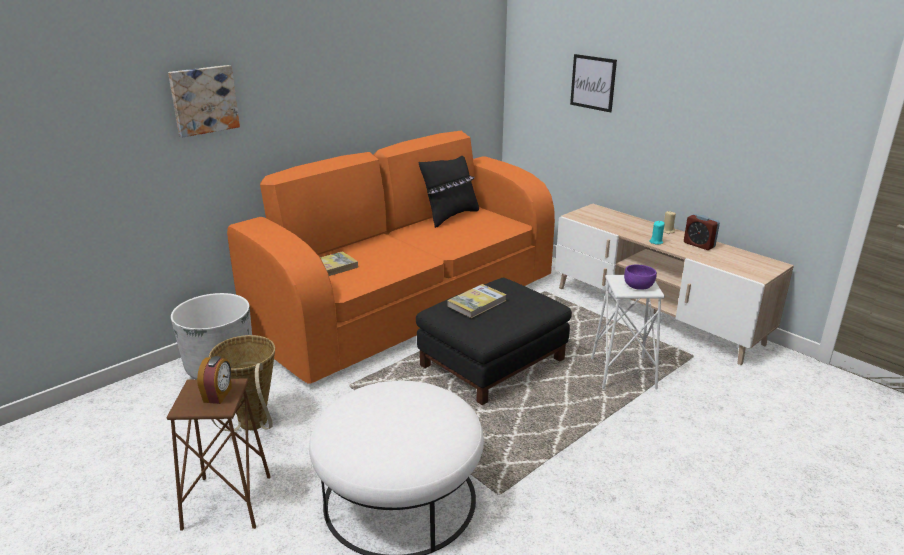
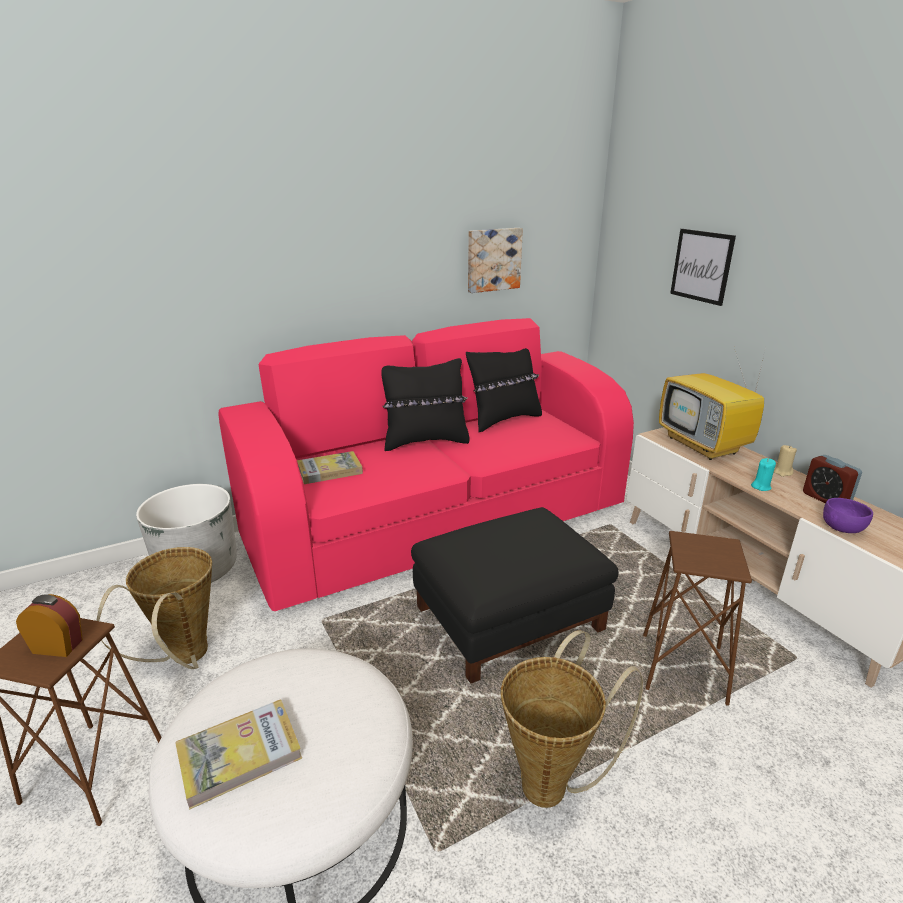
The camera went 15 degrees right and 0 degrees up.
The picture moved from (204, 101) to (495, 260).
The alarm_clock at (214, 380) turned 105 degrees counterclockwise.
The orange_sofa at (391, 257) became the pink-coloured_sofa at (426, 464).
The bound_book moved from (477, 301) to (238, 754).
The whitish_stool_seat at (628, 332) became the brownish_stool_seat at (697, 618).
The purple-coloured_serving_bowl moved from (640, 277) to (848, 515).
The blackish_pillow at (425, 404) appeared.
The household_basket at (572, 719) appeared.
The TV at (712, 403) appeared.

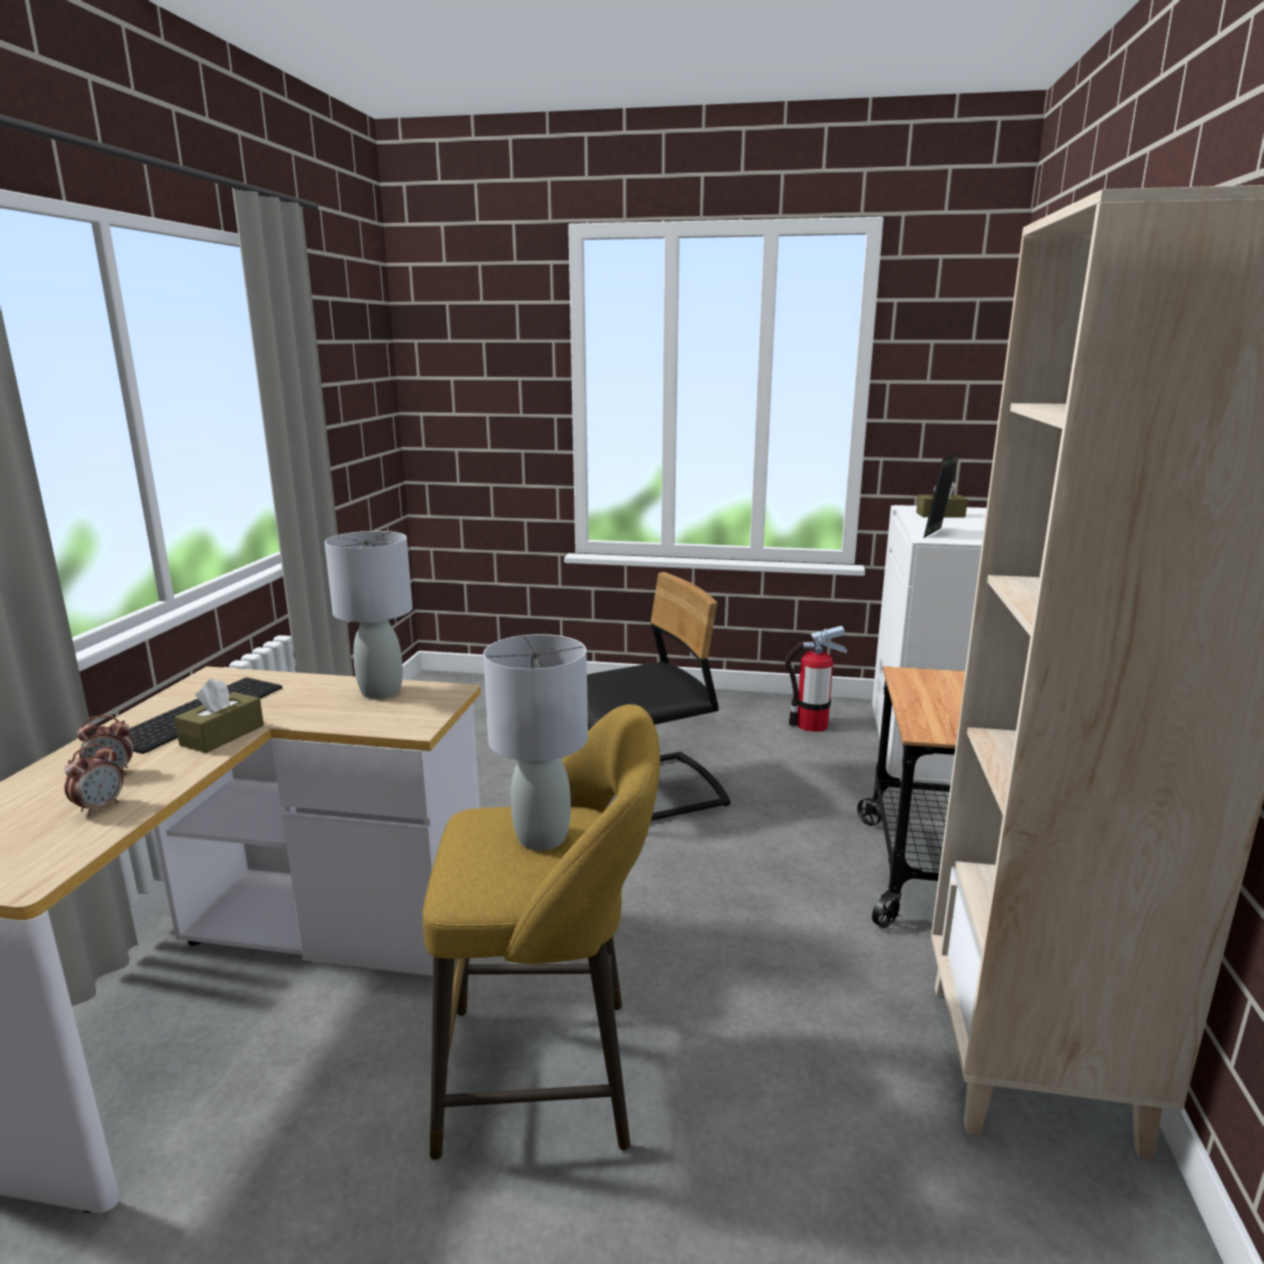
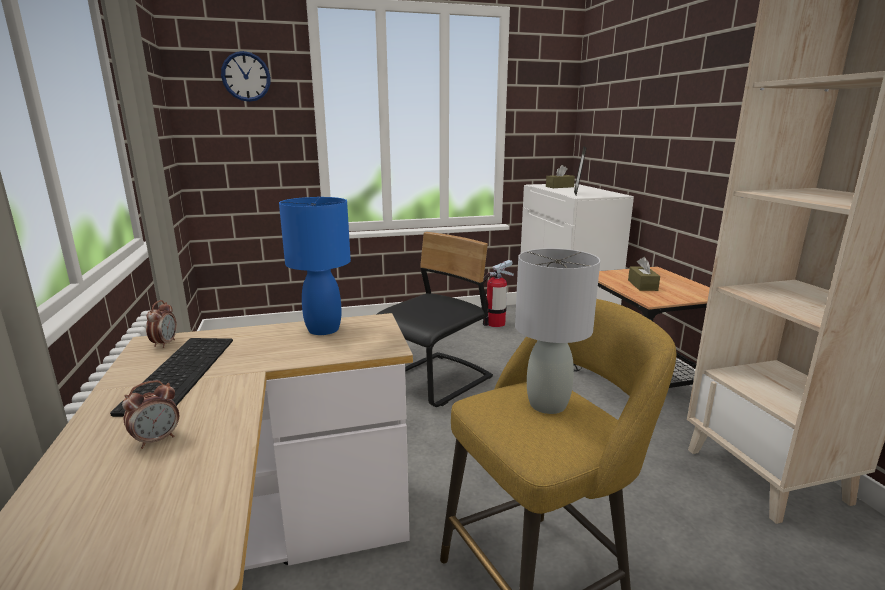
The camera went 25 degrees left and 0 degrees up.
The alarm_clock moved from (94, 779) to (161, 324).
The brownish_tissue_holder moved from (219, 715) to (644, 274).
The grey_lamp_for_a_table at (369, 615) became the blue_lamp_for_a_table at (315, 266).
The hanging_clock at (246, 76) appeared.

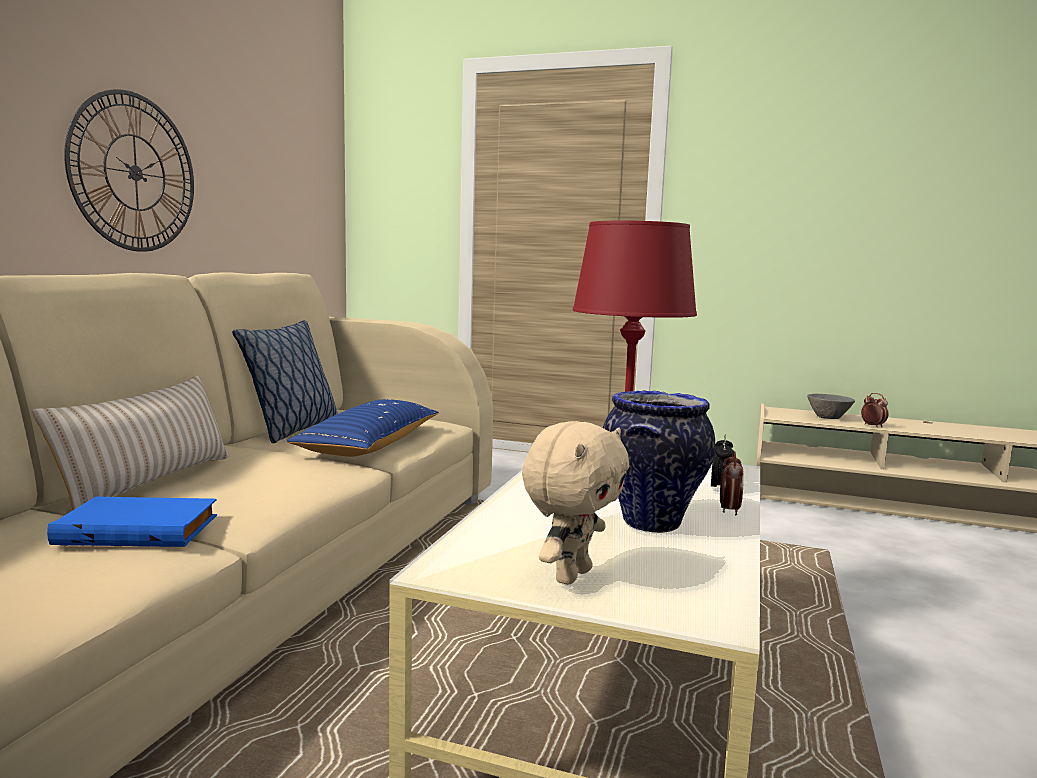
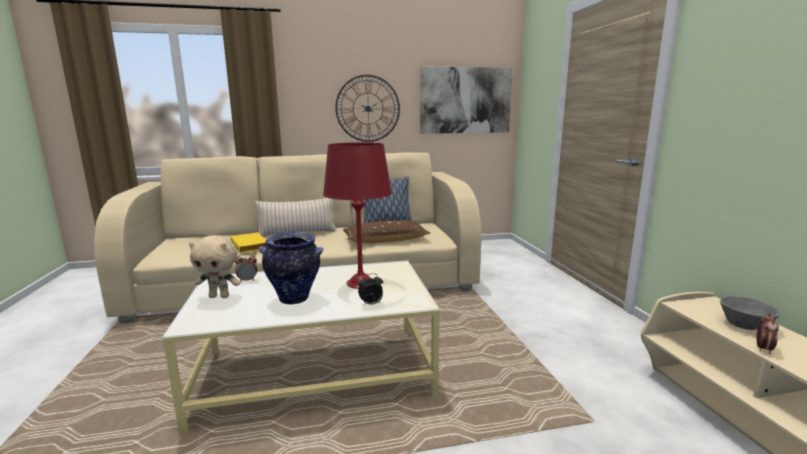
The camera went 60 degrees right and 5 degrees up.
The blue_bound_book at (132, 522) became the yellow-coloured_bound_book at (248, 242).
The blue_pillow at (363, 428) became the brownish_pillow at (386, 231).
The alarm_clock moved from (732, 483) to (246, 267).
The picture at (466, 100) appeared.

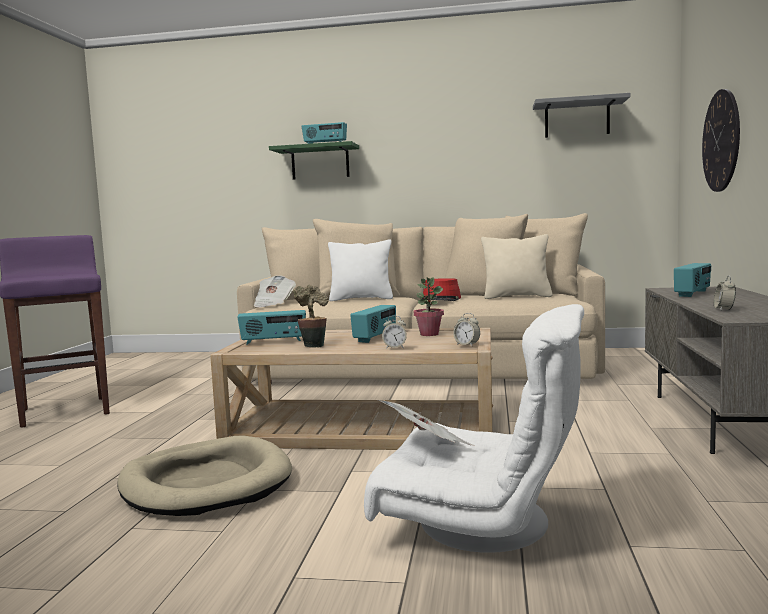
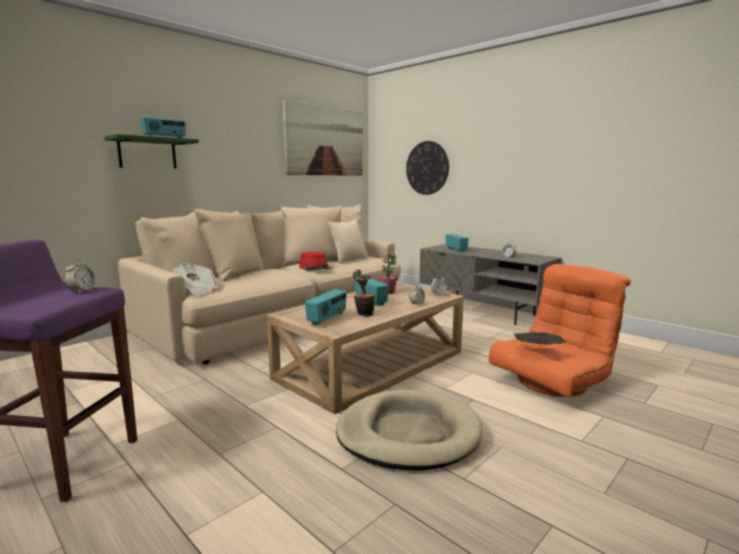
The camera went 55 degrees left and 5 degrees up.
The whitish_pillow at (360, 270) disappeared.
The whitish_armchair at (474, 428) became the orange_armchair at (560, 330).
The grey_bracket_shelf at (582, 115) was replaced by the picture at (323, 138).
The alarm_clock at (79, 276) appeared.

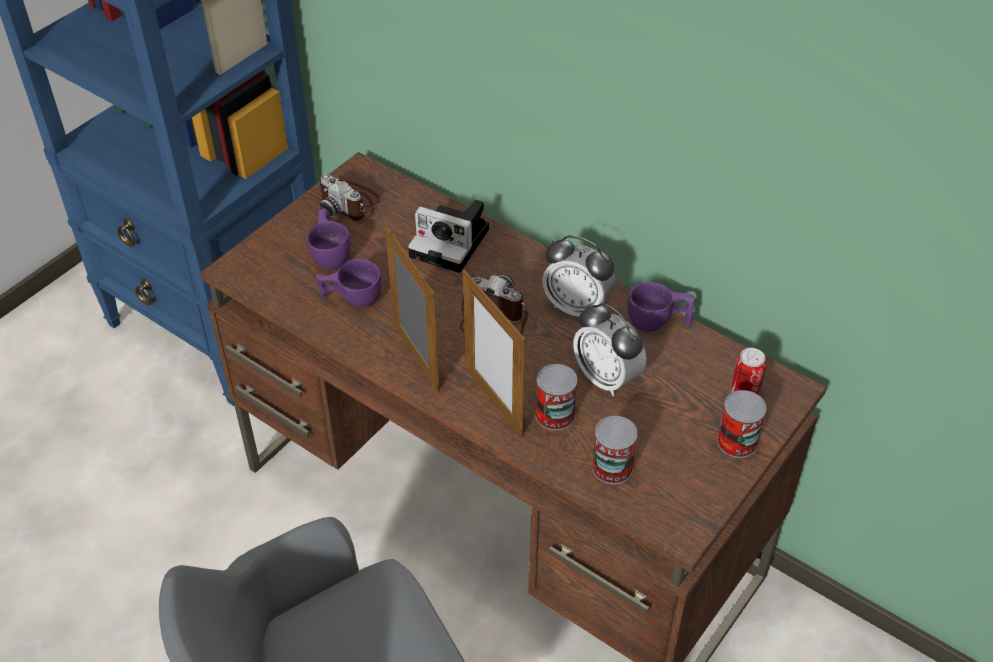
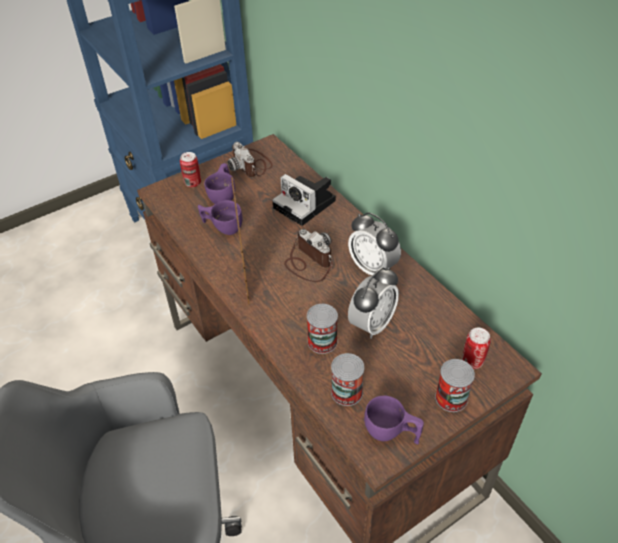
The camera went 20 degrees right and 0 degrees up.
The standing_frame at (494, 353) disappeared.
The alarm_clock at (610, 349) turned 120 degrees counterclockwise.
The purple-coloured_drinking_cup moved from (661, 307) to (394, 419).
The metal_can at (190, 169) appeared.

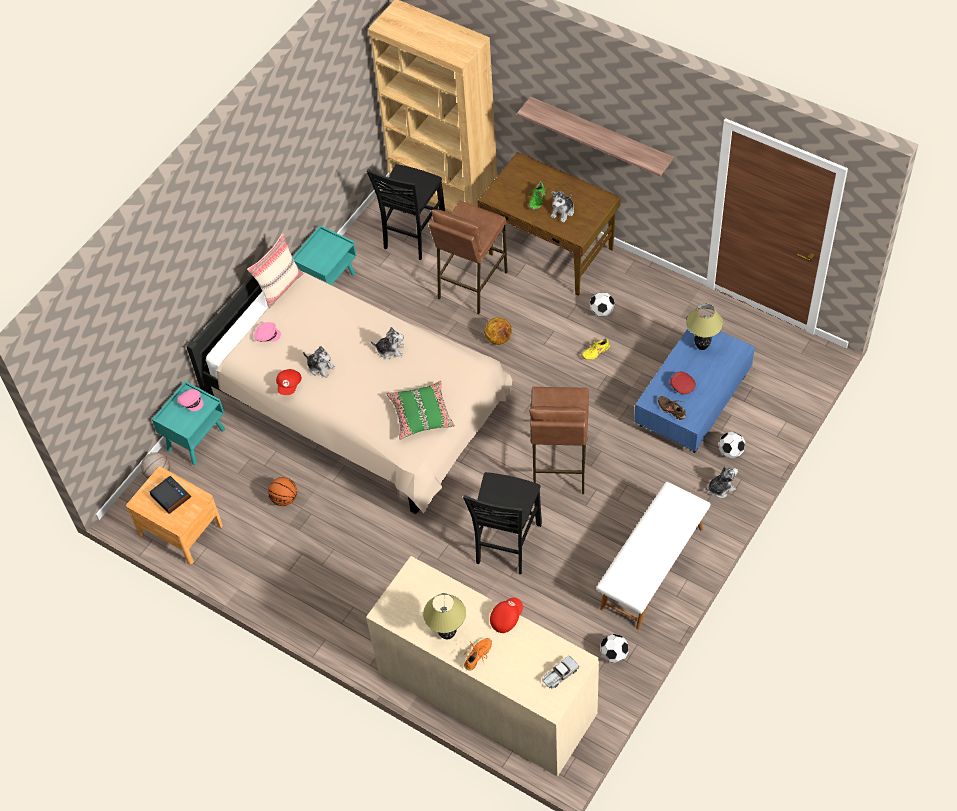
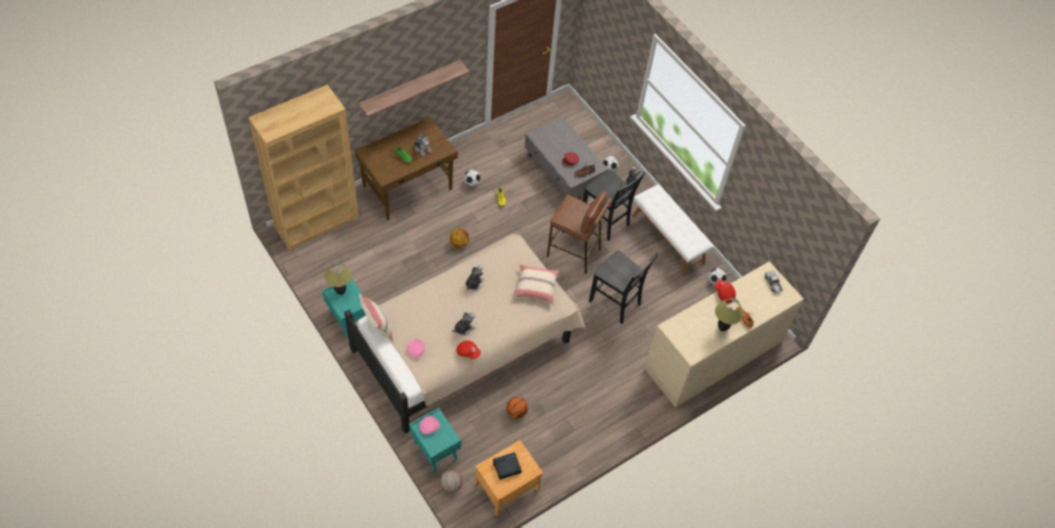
The camera went 75 degrees left and 0 degrees up.
The blackish_upright_chair moved from (406, 212) to (614, 205).
The green_pillow at (420, 410) became the sand-coloured_pillow at (536, 284).
The brownish_stool_seat at (468, 257) disappeared.
The blue_lounge_table at (694, 391) became the grey_lounge_table at (566, 157).
The lamp_for_a_table moved from (704, 326) to (338, 278).

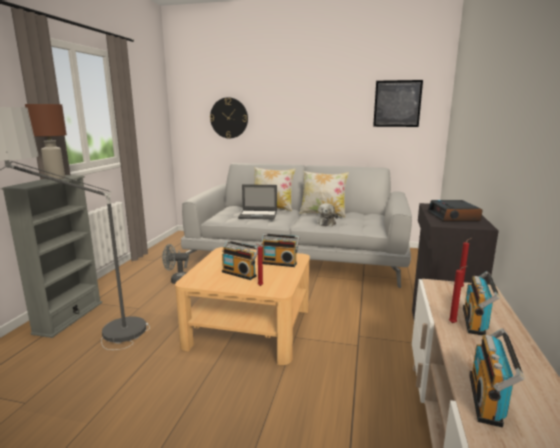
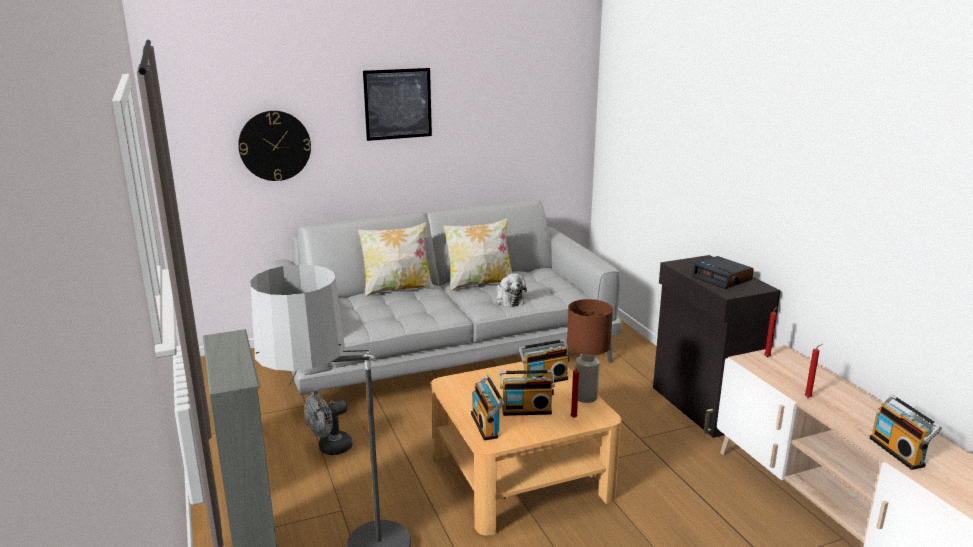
The camera went 35 degrees left and 5 degrees up.
The brownish_lamp_for_a_table moved from (46, 142) to (590, 351).
The notebook_computer at (257, 202) disappeared.
The picture moved from (398, 103) to (397, 104).
The radio_receiver moved from (481, 303) to (487, 408).

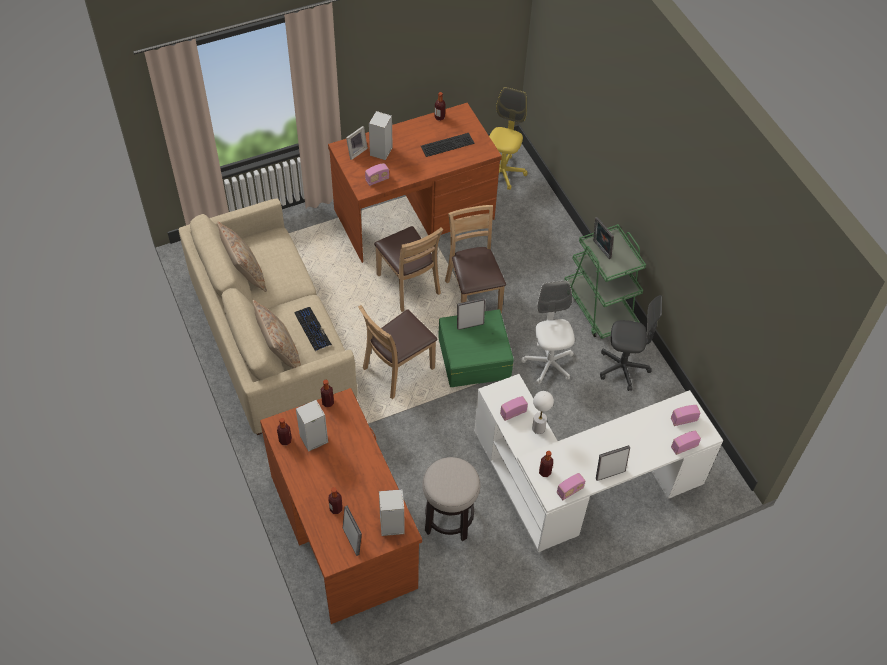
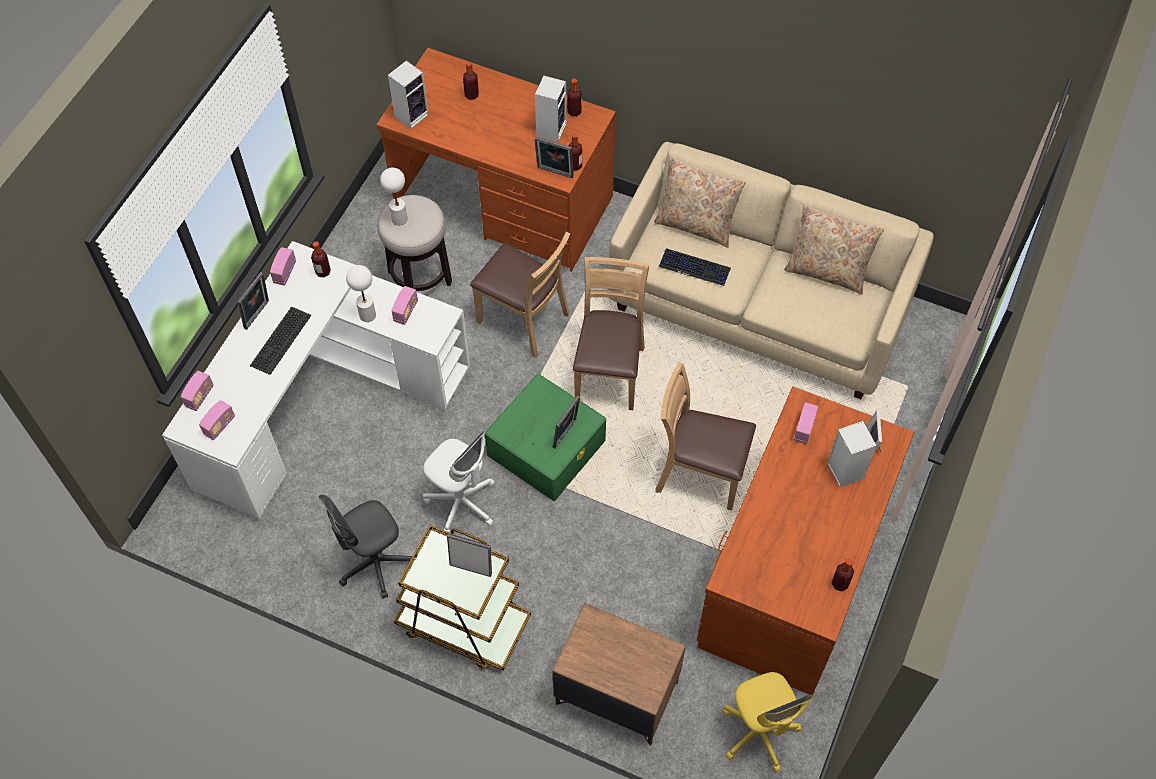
The camera went 140 degrees right and 5 degrees up.
The standing_frame moved from (352, 531) to (554, 157).
The PC_keyboard moved from (448, 145) to (280, 340).
The brownish_upright_chair moved from (475, 259) to (520, 295).
The green_trolley at (605, 281) became the brownish_trolley at (462, 598).
The whitish_lamp_for_a_table at (394, 197) appeared.
The brownish_nightstand at (619, 674) appeared.

